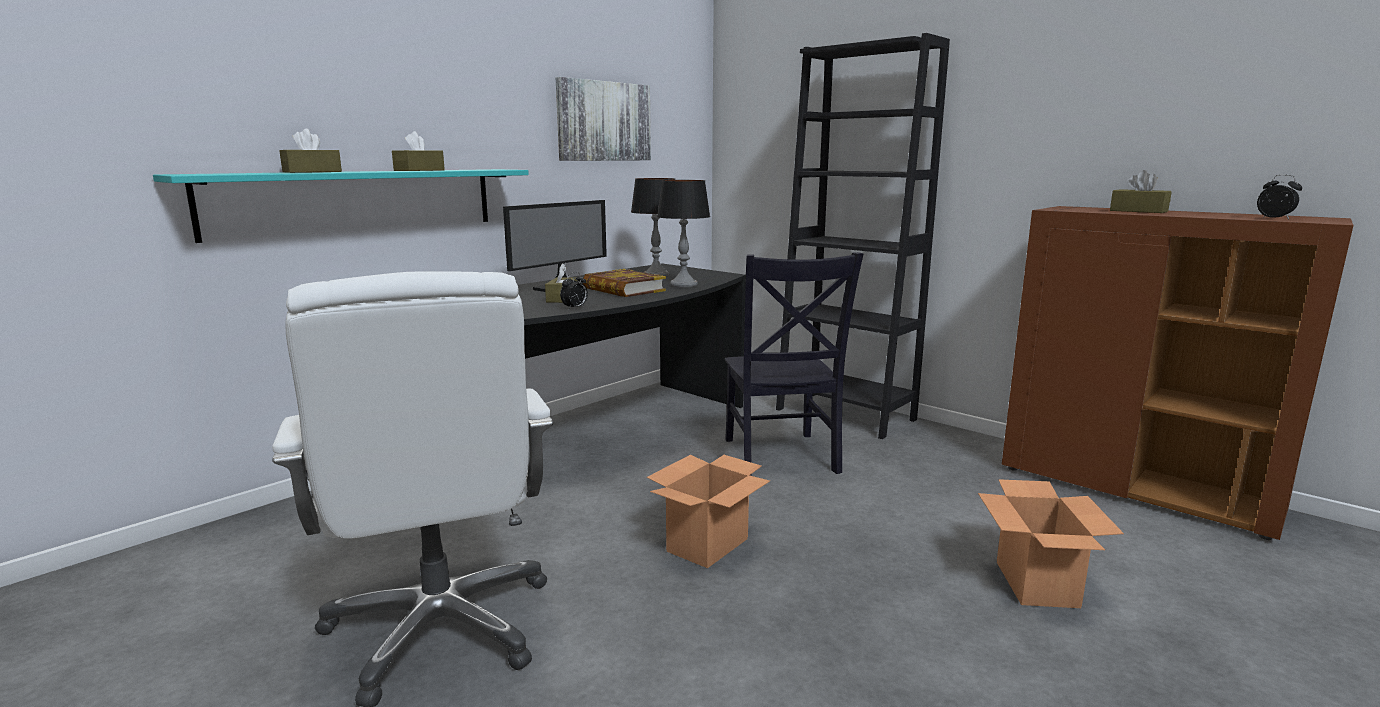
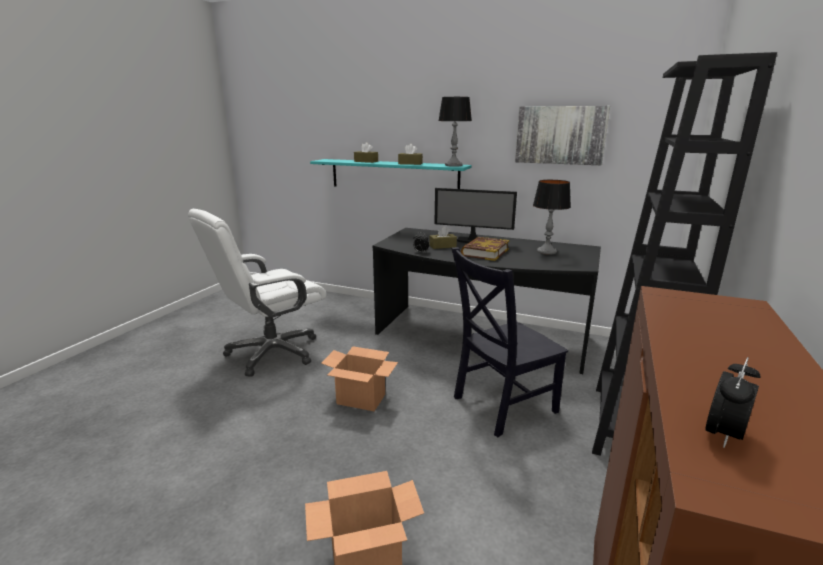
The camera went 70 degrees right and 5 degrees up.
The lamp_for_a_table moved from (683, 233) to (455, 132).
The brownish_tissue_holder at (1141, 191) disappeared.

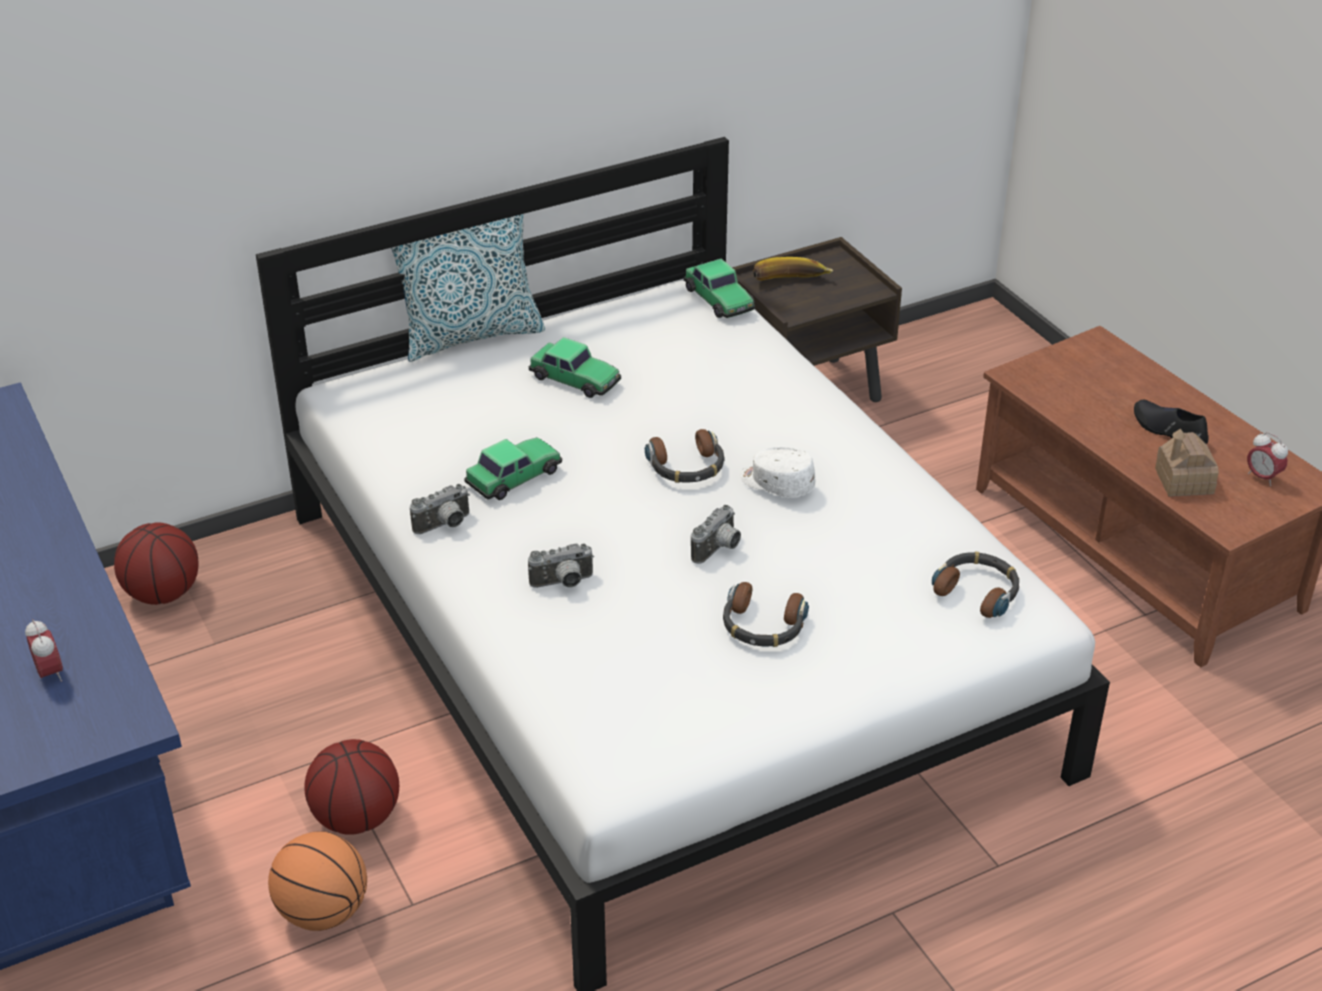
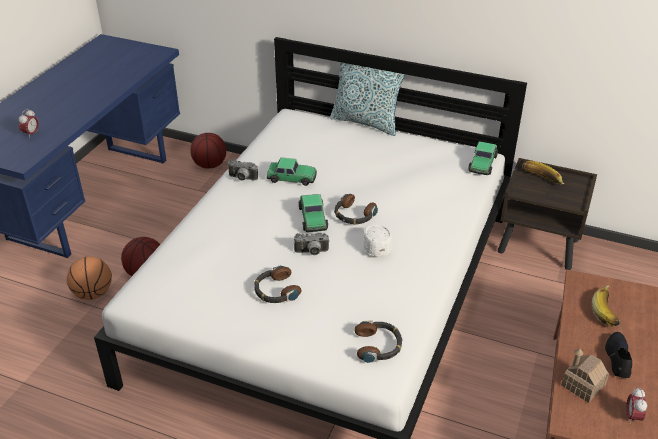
The camera went 50 degrees right and 0 degrees up.
The still_camera at (561, 565) disappeared.
The model_car moved from (575, 367) to (313, 213).
The banana_fruit at (606, 305) appeared.

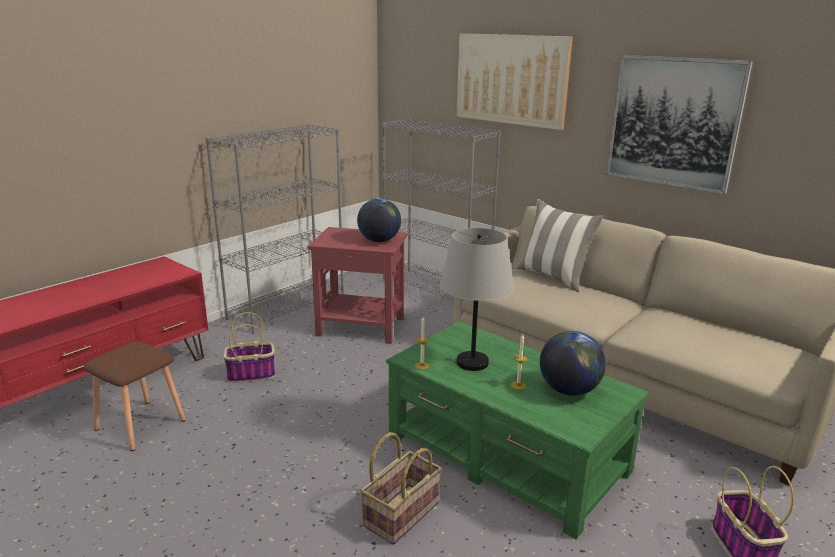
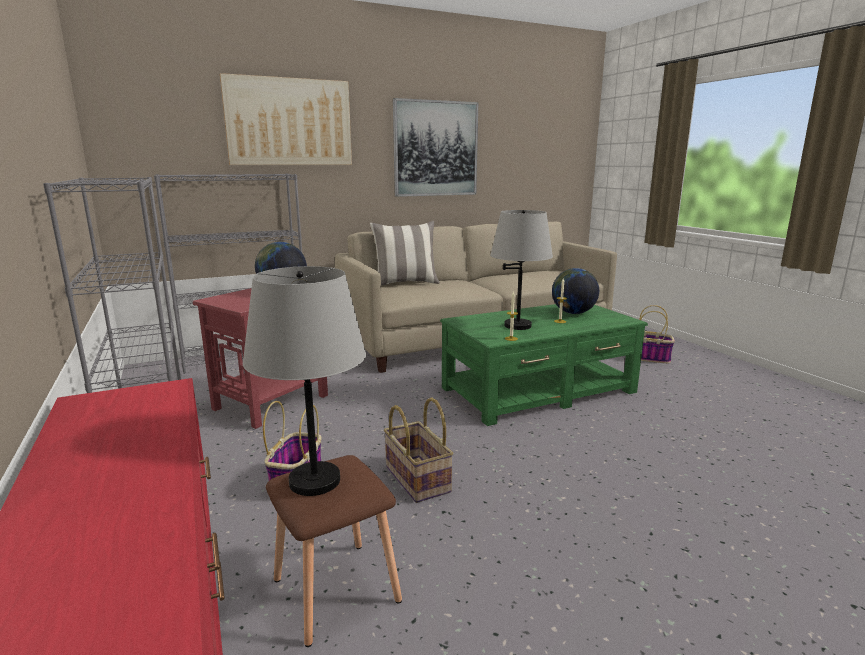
The camera went 65 degrees left and 5 degrees down.
The household_basket moved from (401, 488) to (419, 450).
The grey_lamp_for_a_table at (304, 381) appeared.

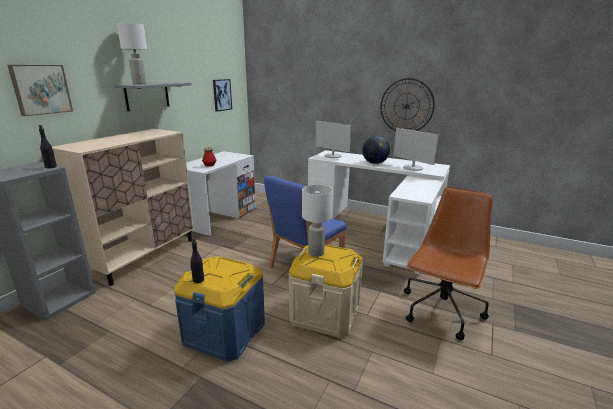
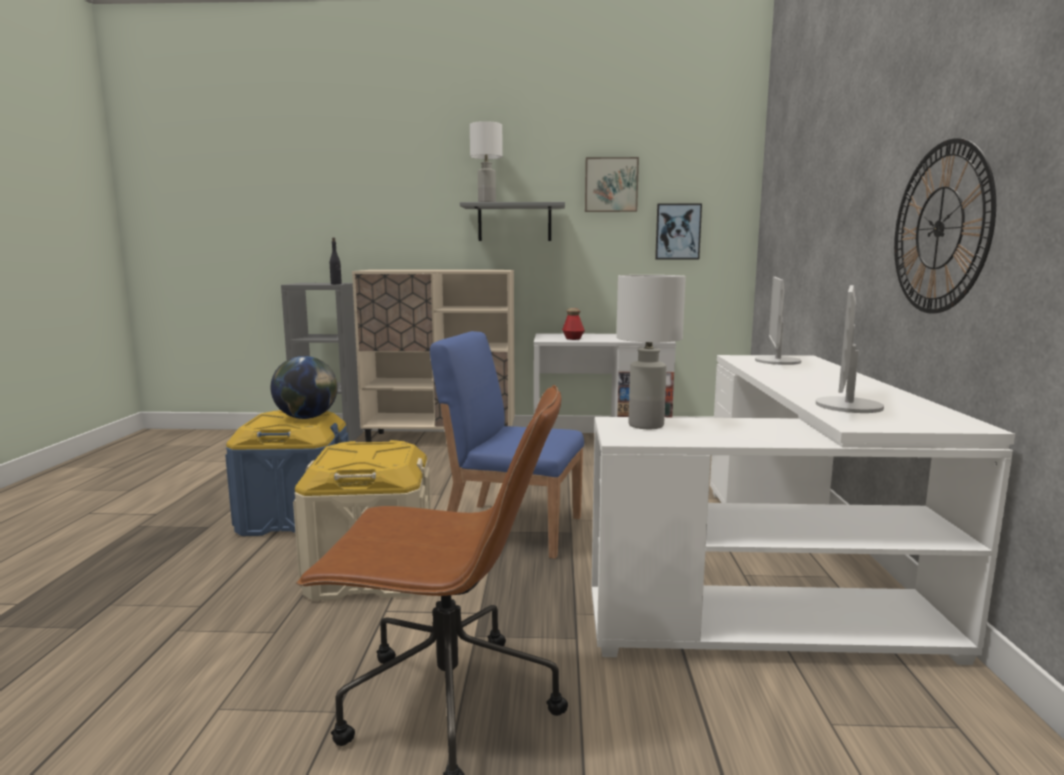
The camera went 65 degrees right and 10 degrees down.
The picture moved from (40, 90) to (612, 184).
The blackish_beverage_bottle at (197, 260) disappeared.
The whitish_lamp_for_a_table moved from (317, 221) to (651, 352).
The globe moved from (376, 150) to (304, 387).

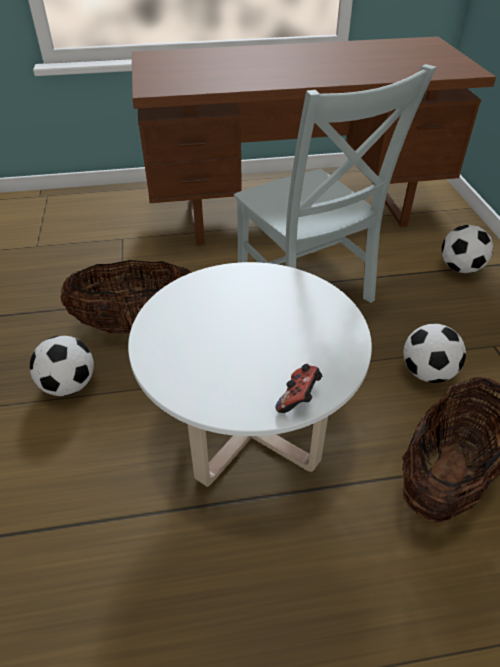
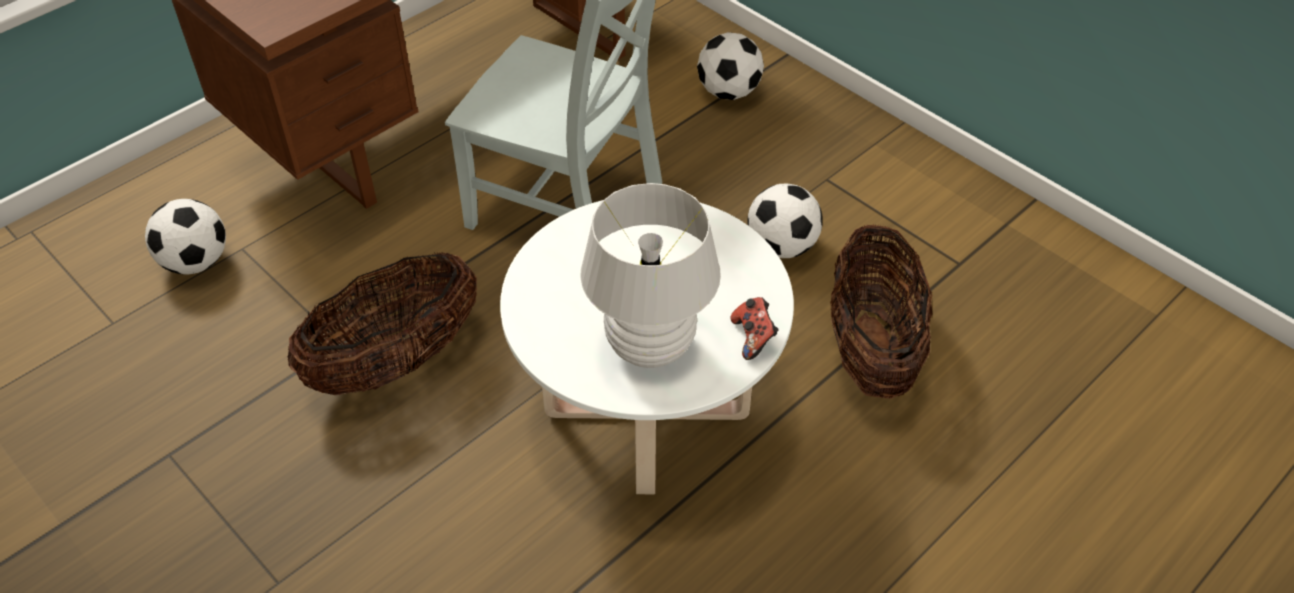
The camera went 35 degrees left and 5 degrees up.
The football_ball moved from (62, 365) to (185, 236).
The whitish_lamp_for_a_table at (650, 275) appeared.

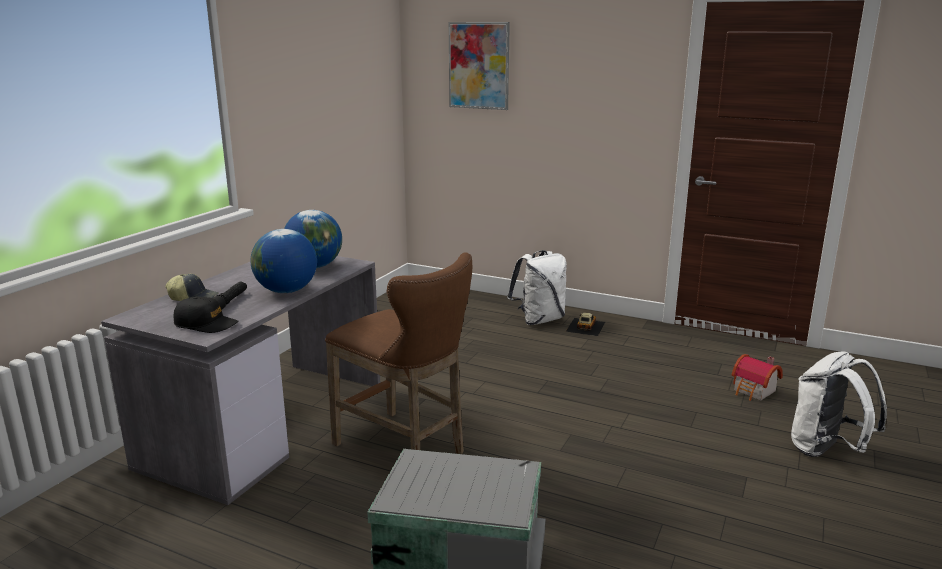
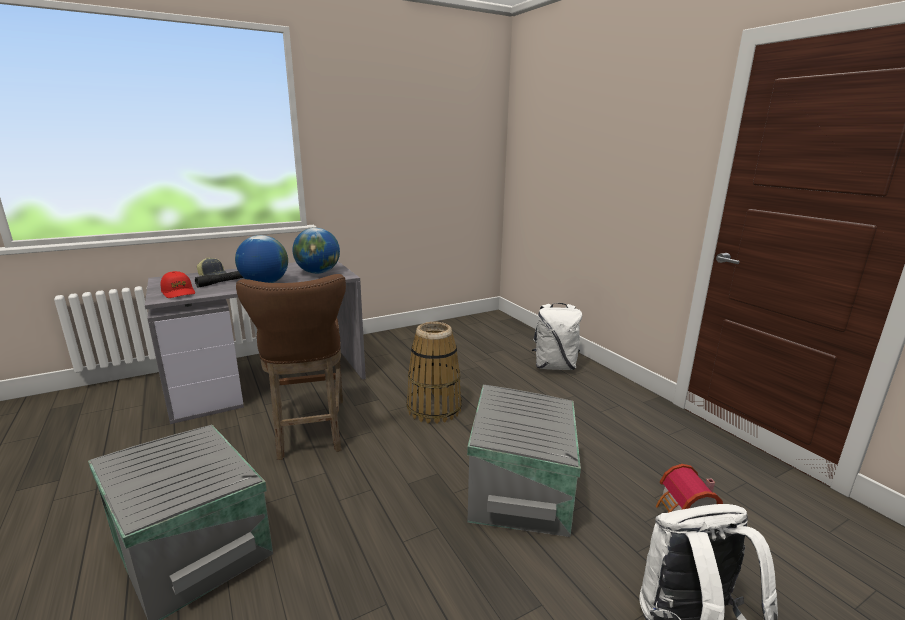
The camera went 35 degrees right and 0 degrees up.
The blackish_peaked_cap at (206, 315) became the red_peaked_cap at (177, 284).
The picture at (479, 66) disappeared.
The model_car at (585, 324) disappeared.
The household_basket at (434, 373) appeared.
The grey_storage_container at (524, 461) appeared.

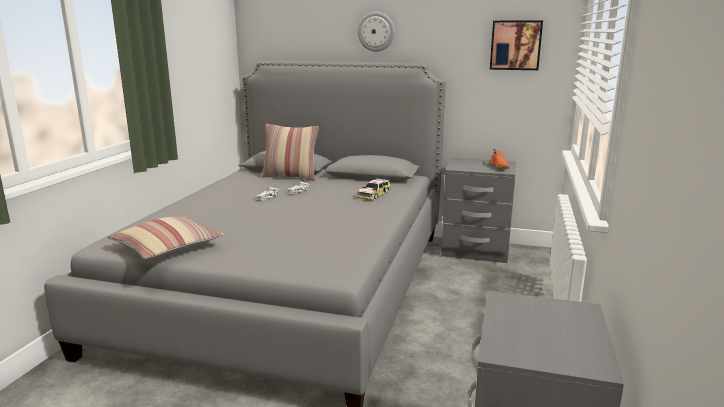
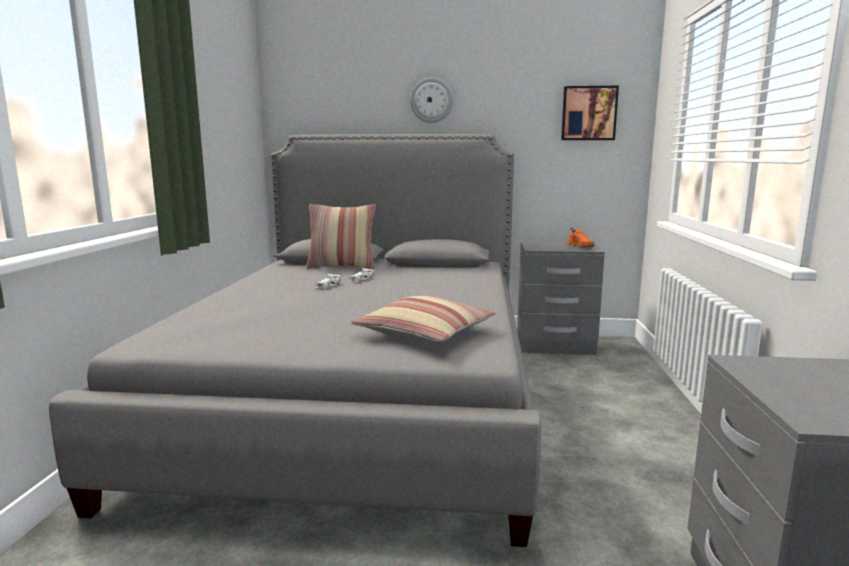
The camera went 10 degrees left and 5 degrees down.
The pillow moved from (165, 237) to (423, 319).
The model_car at (373, 189) disappeared.

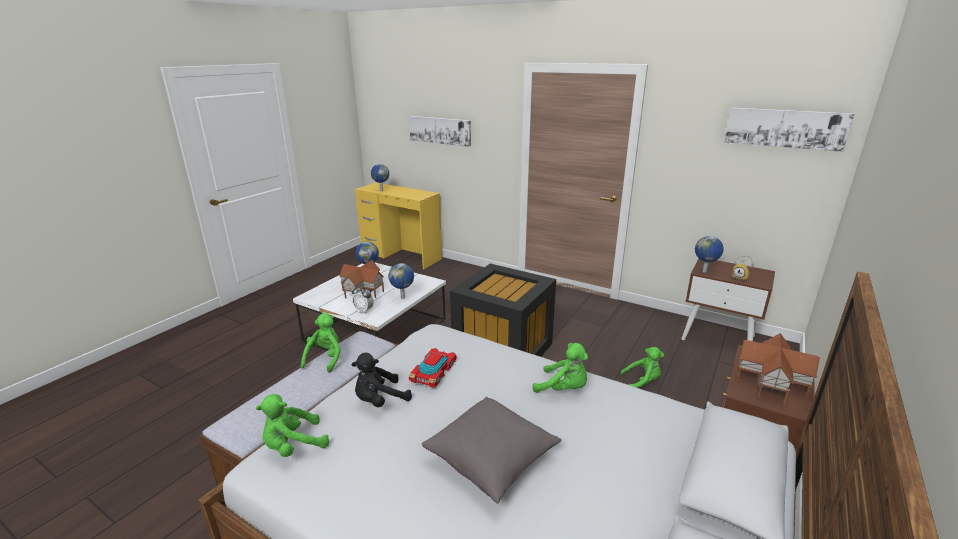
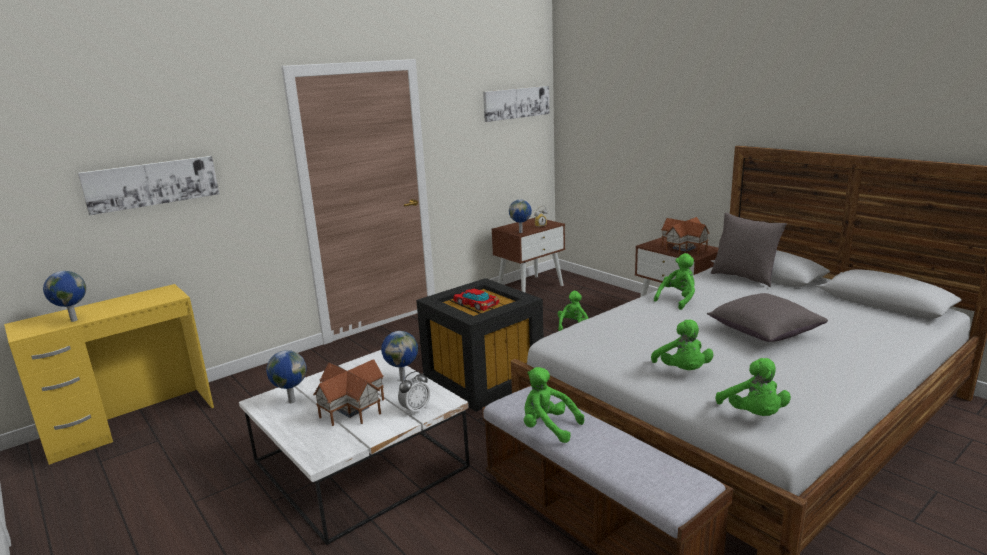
The camera went 70 degrees left and 5 degrees down.
The blackish_cuddly_toy at (382, 380) became the green_cuddly_toy at (682, 345).
The model_car moved from (432, 368) to (476, 299).
The grey_pillow at (749, 250) appeared.

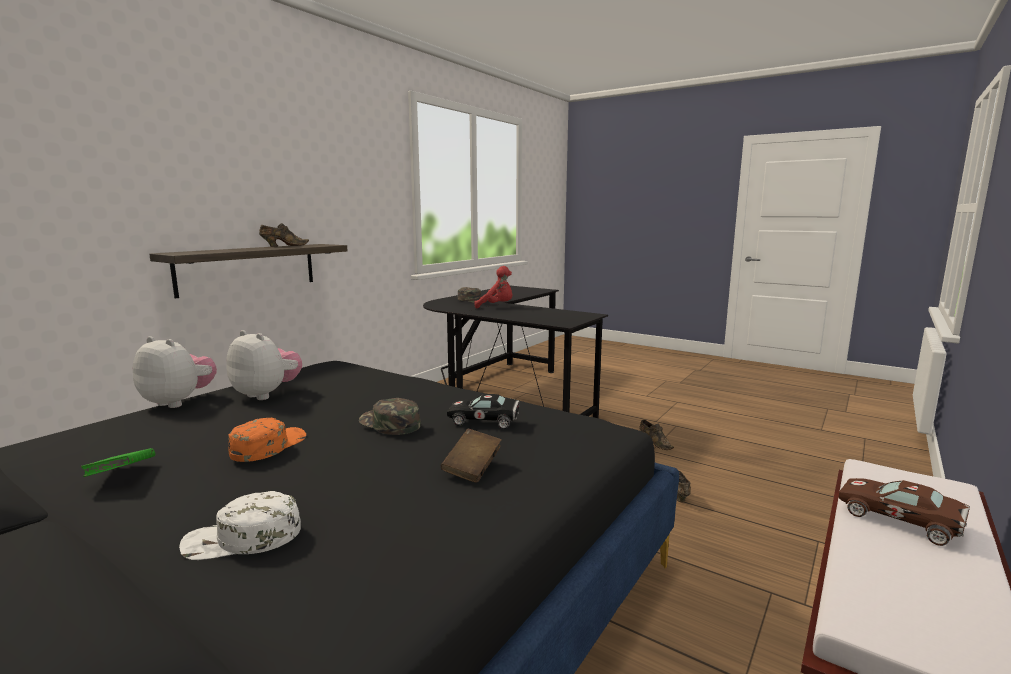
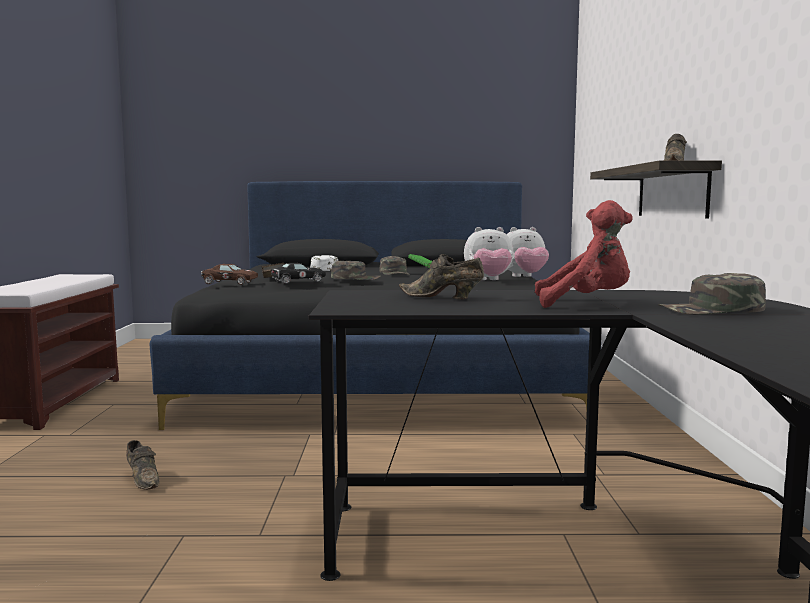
The camera went 145 degrees right and 5 degrees down.
The orange_peaked_cap at (267, 440) became the green_peaked_cap at (394, 265).
The red_cuddly_toy at (493, 287) turned 150 degrees counterclockwise.
The brownish_shoe moved from (656, 434) to (441, 276).
The brownish_model_car moved from (904, 512) to (229, 274).

